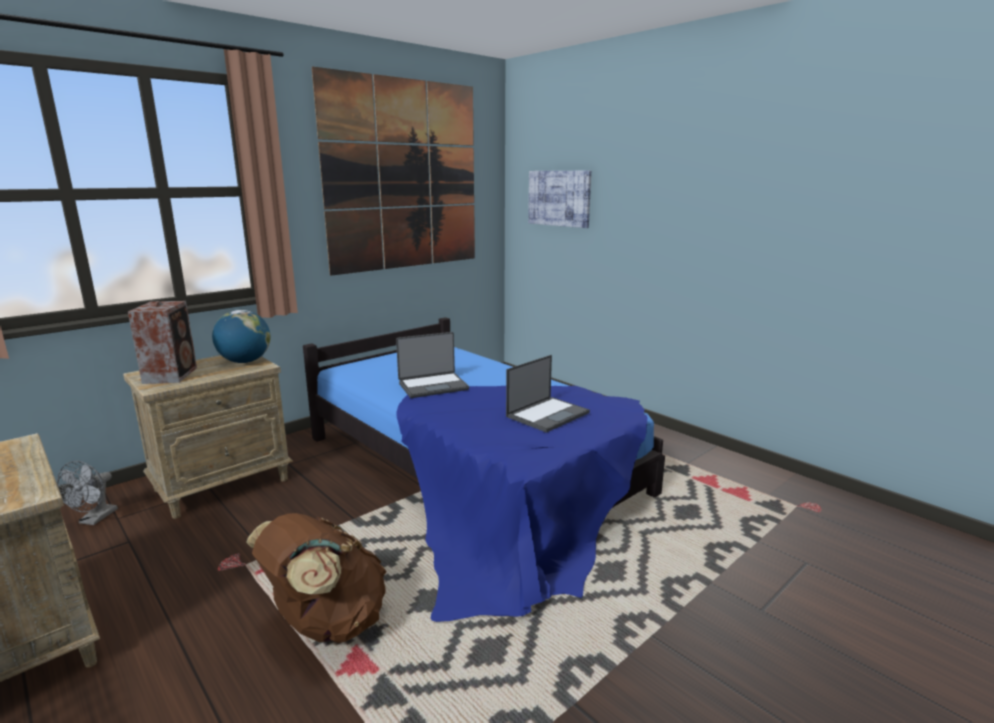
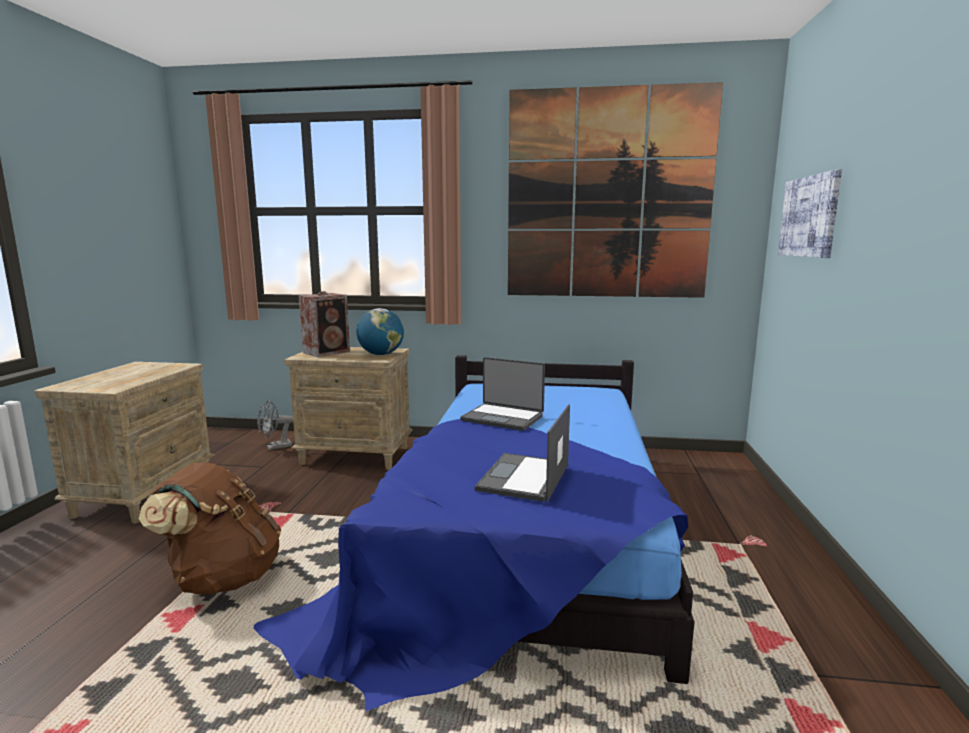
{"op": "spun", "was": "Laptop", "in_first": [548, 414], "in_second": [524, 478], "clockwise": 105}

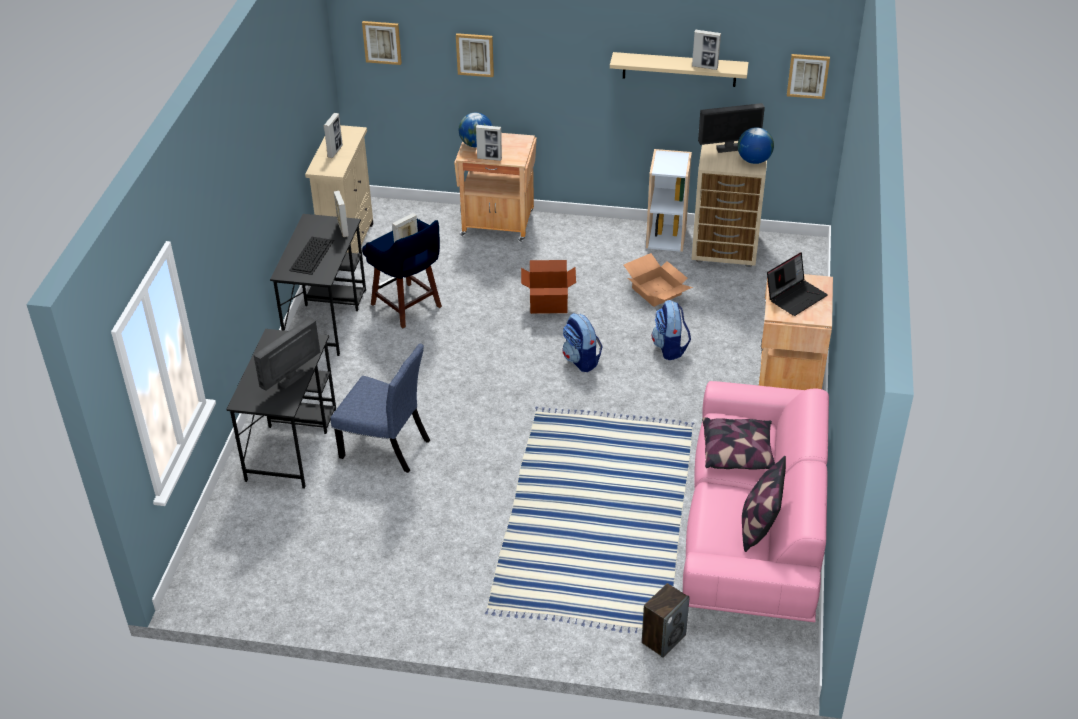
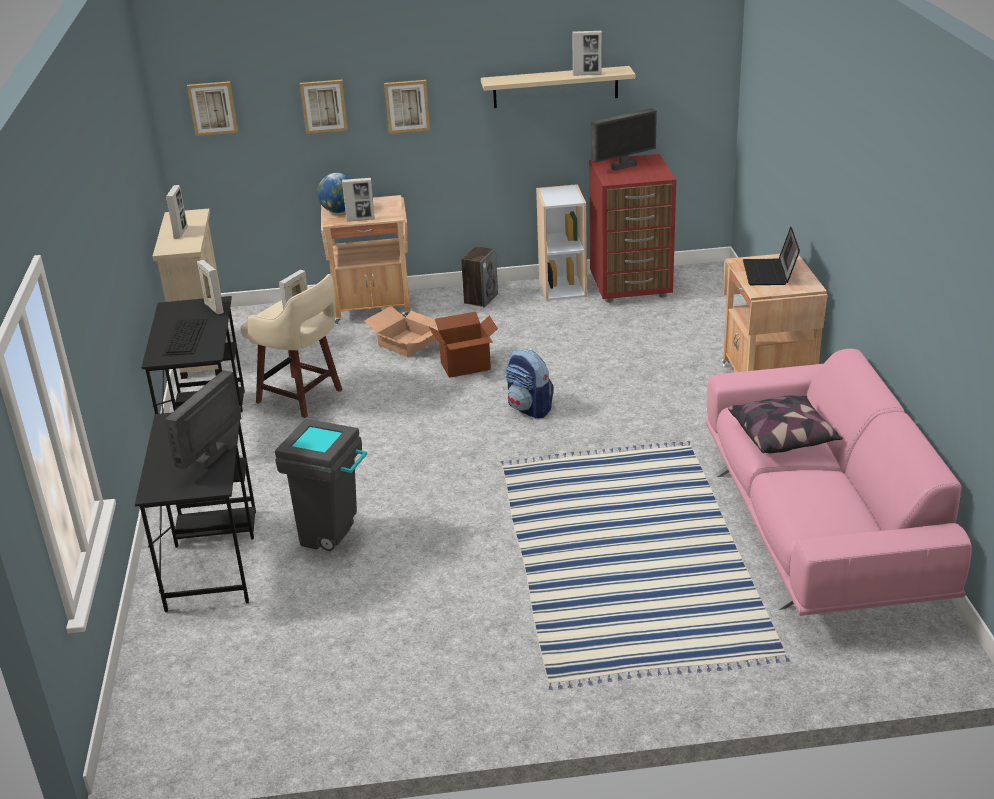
{"op": "relocated", "was": "Bild", "in_first": [808, 75], "in_second": [407, 106]}
{"op": "missing", "was": "Globus", "in_first": [754, 160]}
{"op": "colour", "was": "Kommode [beige]", "now": "Kommode [rot]", "in_first": [725, 250], "in_second": [630, 288]}
{"op": "colour", "was": "Hocker [blau]", "now": "Hocker [beige]", "in_first": [408, 307], "in_second": [302, 397]}
{"op": "spun", "was": "Laptop", "in_first": [795, 296], "in_second": [770, 273], "clockwise": 150}
{"op": "relocated", "was": "Karton", "in_first": [657, 291], "in_second": [408, 343]}
{"op": "missing", "was": "Rucksack", "in_first": [670, 348]}
{"op": "exchanged", "was": "Stuhl [blau]", "now": "Mülleimer [grau]", "in_first": [384, 446], "in_second": [334, 537]}
{"op": "missing", "was": "Kissen", "in_first": [759, 526]}
{"op": "relocated", "was": "Lautsprecher", "in_first": [663, 638], "in_second": [481, 298]}

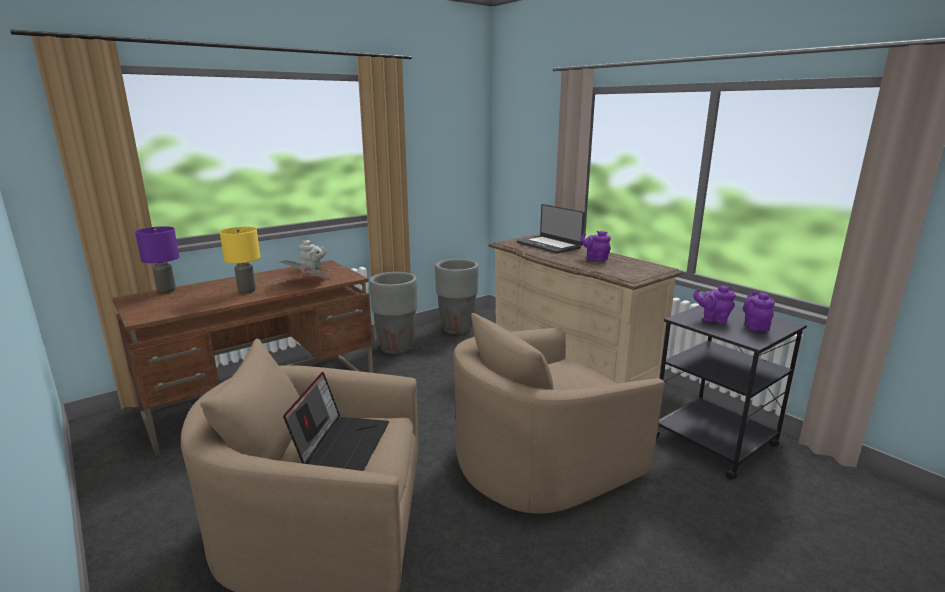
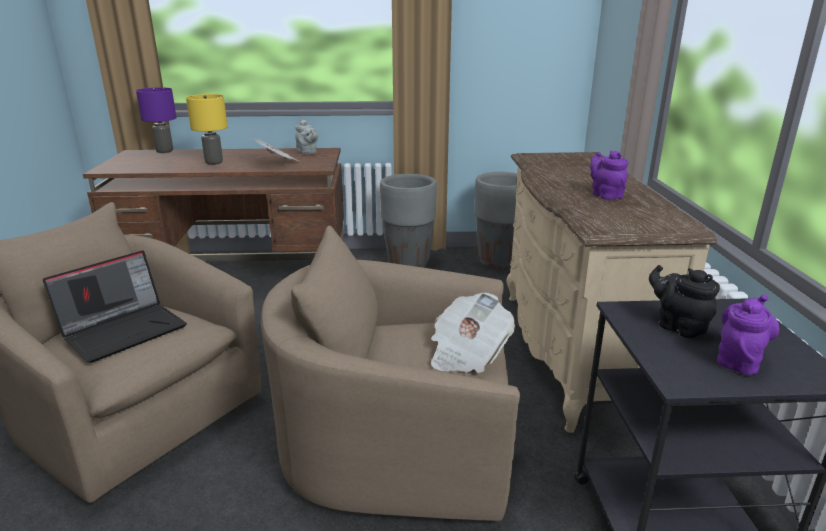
{"op": "missing", "was": "Laptop", "in_first": [549, 245]}
{"op": "colour", "was": "Teekanne [lila]", "now": "Teekanne [schwarz]", "in_first": [713, 319], "in_second": [678, 326]}
{"op": "appeared", "now": "Zeitung", "in_second": [467, 353]}

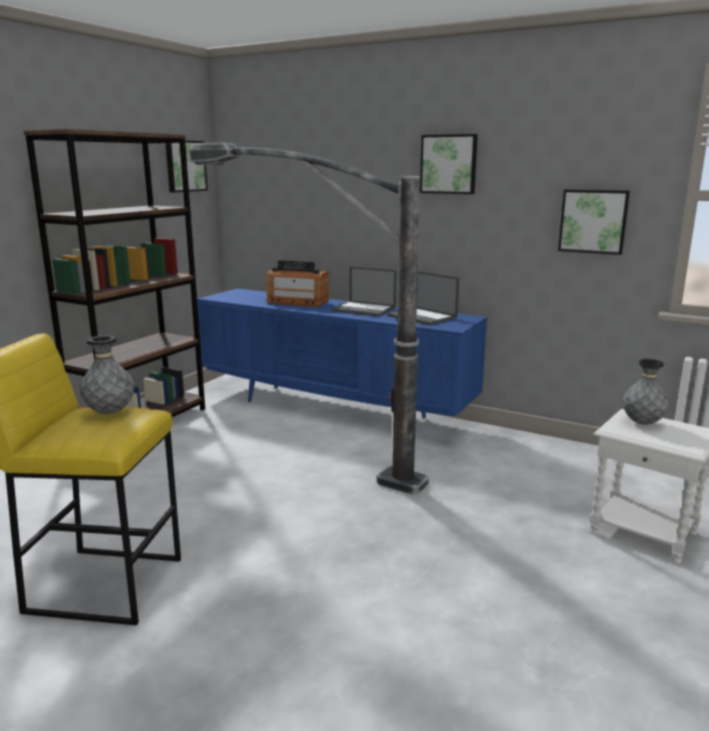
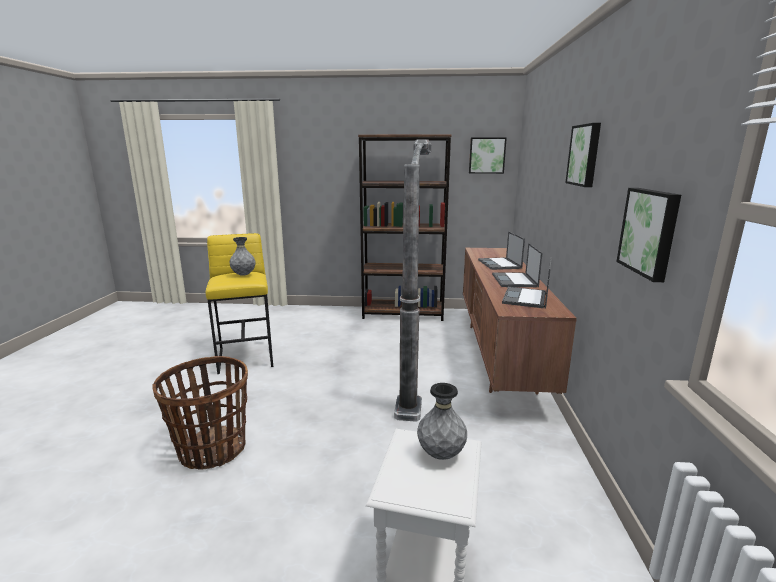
{"op": "exchanged", "was": "Radio", "now": "Laptop", "in_first": [297, 302], "in_second": [499, 264]}
{"op": "colour", "was": "Schrank [blau]", "now": "Schrank [braun]", "in_first": [335, 409], "in_second": [500, 356]}
{"op": "appeared", "now": "Korb", "in_second": [212, 450]}

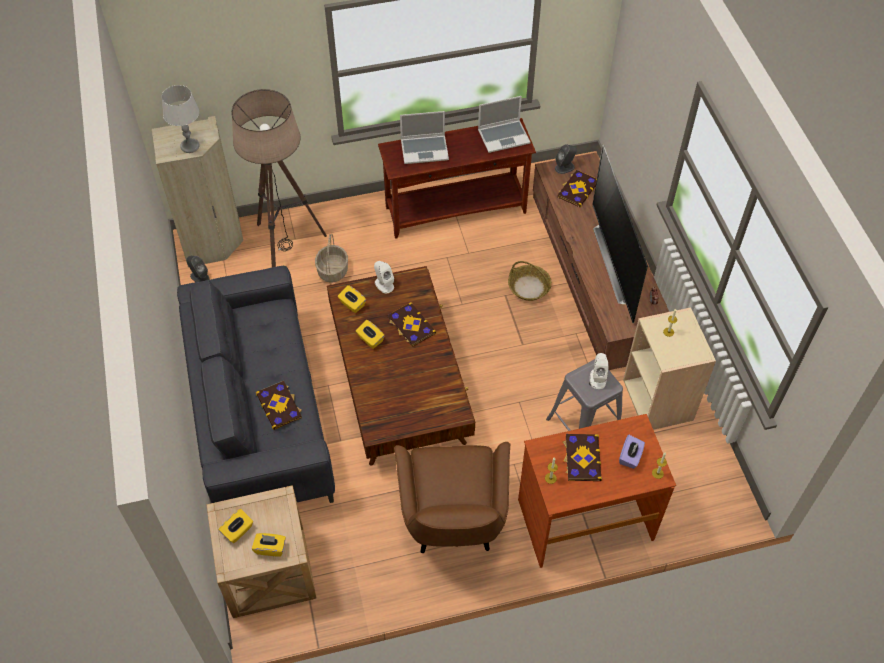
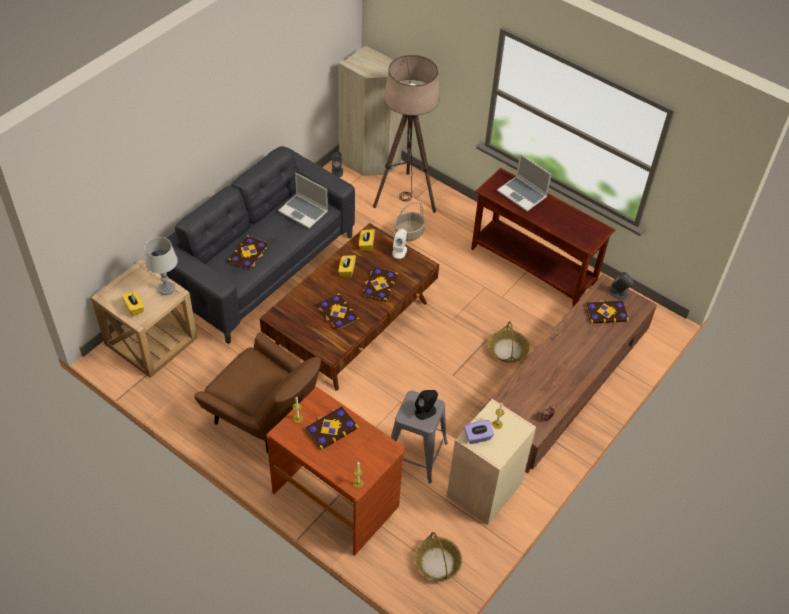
{"op": "relocated", "was": "Tischlampe [grau]", "in_first": [190, 146], "in_second": [166, 289]}
{"op": "relocated", "was": "Laptop", "in_first": [504, 136], "in_second": [304, 212]}
{"op": "missing", "was": "Fernseher", "in_first": [617, 263]}
{"op": "colour", "was": "Lautsprecher [weiß]", "now": "Lautsprecher [schwarz]", "in_first": [598, 378], "in_second": [425, 411]}
{"op": "relocated", "was": "Taschentuchbox [lila]", "in_first": [630, 457], "in_second": [478, 437]}
{"op": "spun", "was": "Sessel [braun]", "in_first": [453, 523], "in_second": [266, 420], "clockwise": -105}
{"op": "missing", "was": "Taschentuchbox [gelb]", "in_first": [238, 531]}
{"op": "appeared", "now": "Buch", "in_second": [337, 313]}
{"op": "appeared", "now": "Korb", "in_second": [437, 563]}

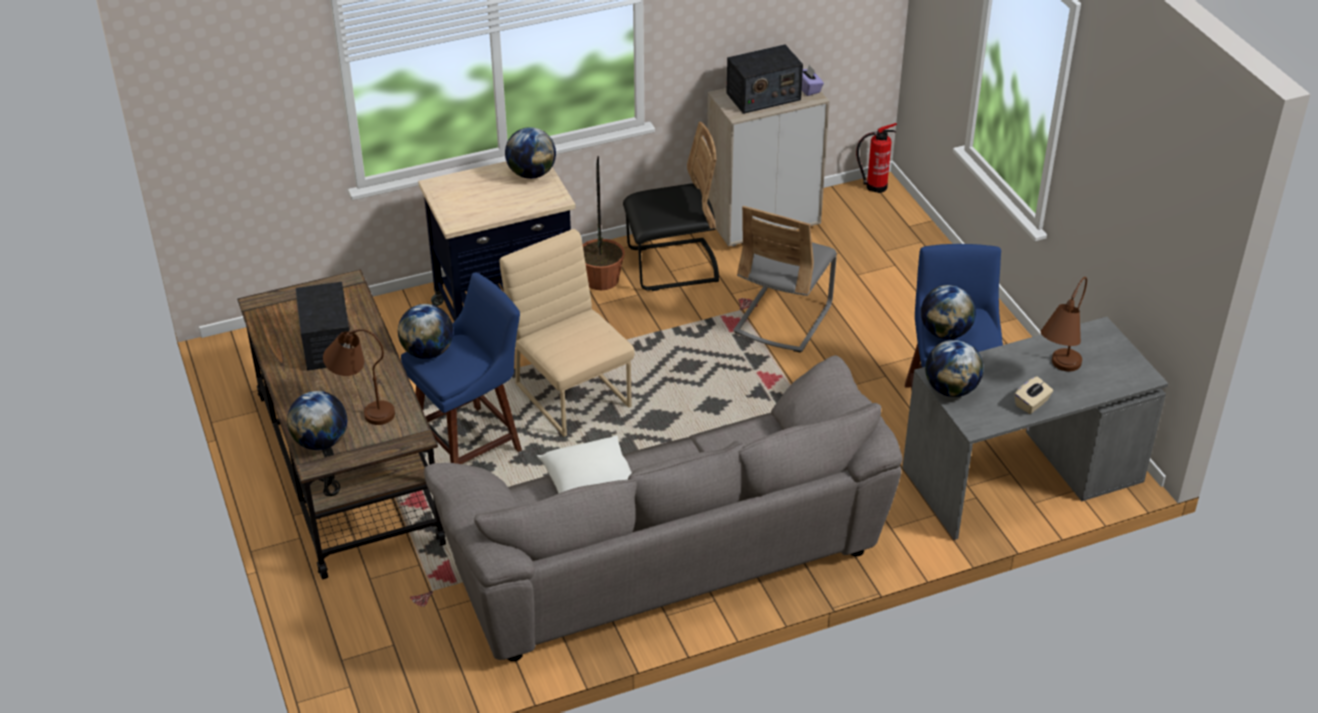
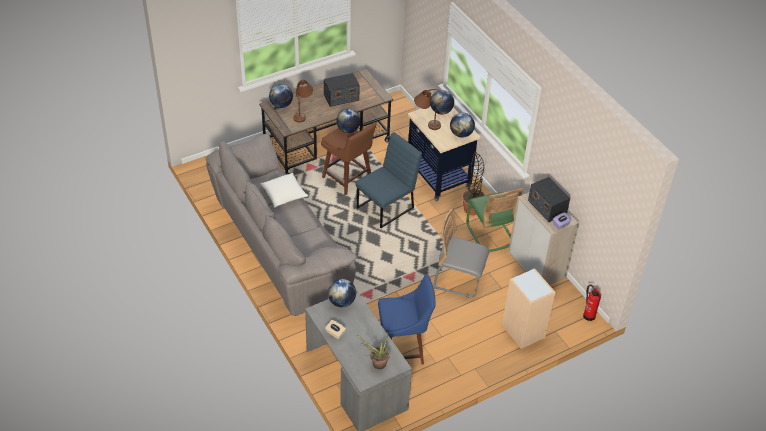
{"op": "colour", "was": "Stuhl [schwarz]", "now": "Stuhl [grün]", "in_first": [672, 266], "in_second": [490, 234]}
{"op": "colour", "was": "Stuhl [beige]", "now": "Stuhl [blau]", "in_first": [571, 392], "in_second": [386, 207]}
{"op": "colour", "was": "Hocker [blau]", "now": "Hocker [braun]", "in_first": [472, 442], "in_second": [348, 179]}
{"op": "relocated", "was": "Tischlampe [braun]", "in_first": [1057, 372], "in_second": [426, 122]}
{"op": "relocated", "was": "Globus", "in_first": [945, 332], "in_second": [441, 111]}
{"op": "appeared", "now": "Bücherregal", "in_second": [523, 331]}
{"op": "appeared", "now": "Topfpflanze", "in_second": [376, 364]}

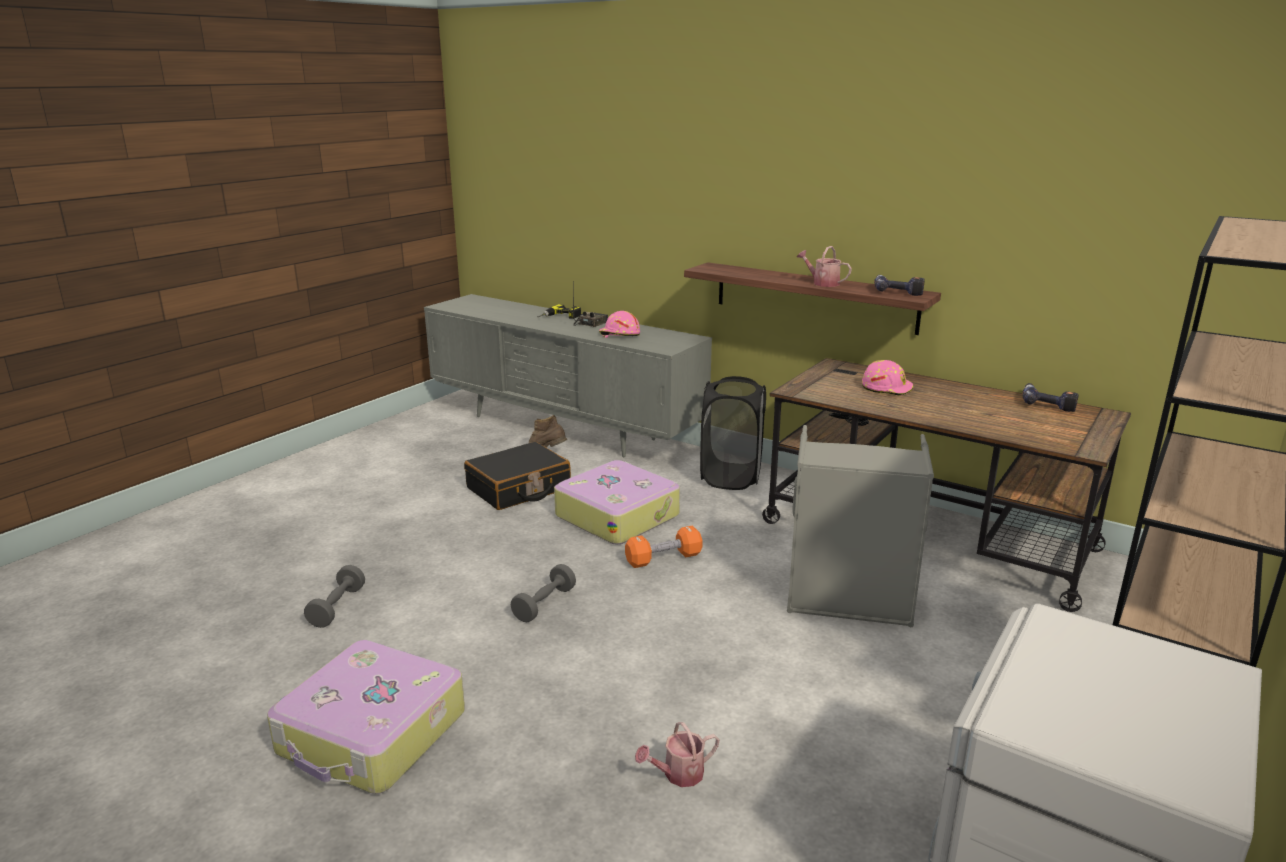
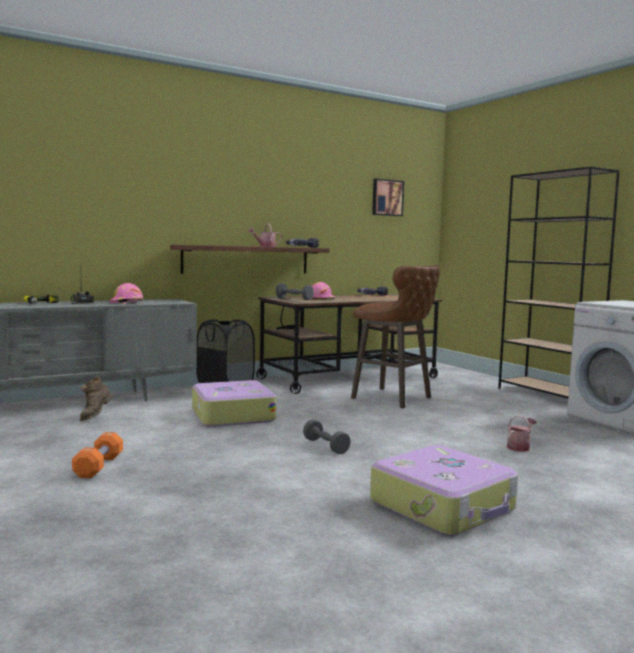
{"op": "exchanged", "was": "Wäschekorb [grau]", "now": "Hocker [braun]", "in_first": [848, 602], "in_second": [394, 398]}
{"op": "missing", "was": "Koffer [schwarz]", "in_first": [519, 489]}
{"op": "relocated", "was": "Hantel [orange]", "in_first": [663, 558], "in_second": [99, 466]}
{"op": "relocated", "was": "Hantel [grau]", "in_first": [337, 607], "in_second": [294, 298]}
{"op": "spun", "was": "Gießkanne", "in_first": [678, 774], "in_second": [520, 447], "clockwise": -135}
{"op": "appeared", "now": "Bild", "in_second": [387, 197]}

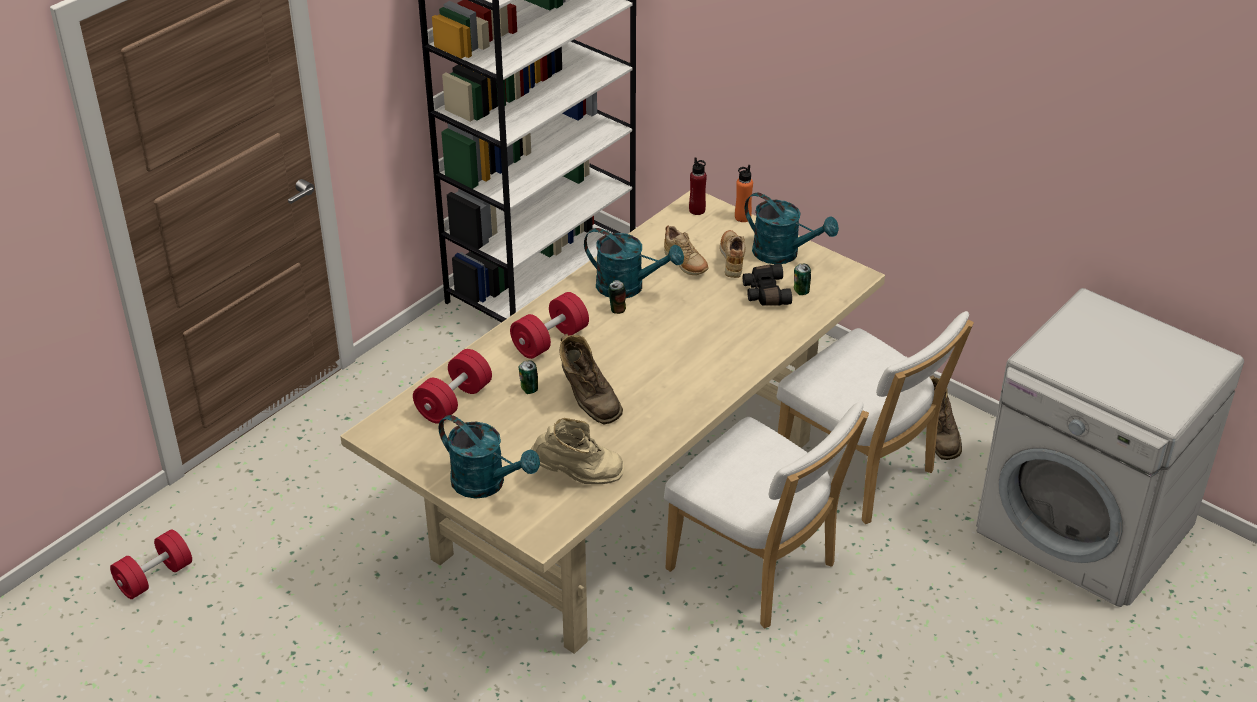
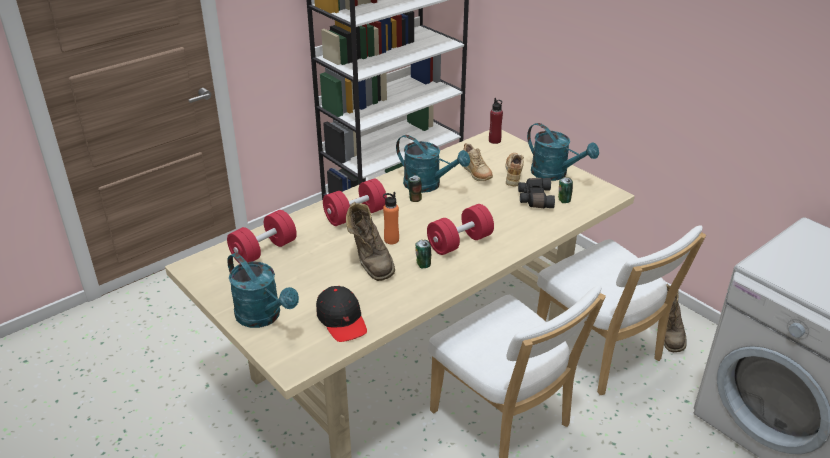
{"op": "relocated", "was": "Flasche [orange]", "in_first": [742, 217], "in_second": [391, 240]}
{"op": "relocated", "was": "Dose", "in_first": [529, 389], "in_second": [423, 265]}
{"op": "exchanged", "was": "Stiefel [beige]", "now": "Kappe [schwarz]", "in_first": [578, 477], "in_second": [342, 320]}
{"op": "relocated", "was": "Hantel [rot]", "in_first": [155, 577], "in_second": [460, 242]}

